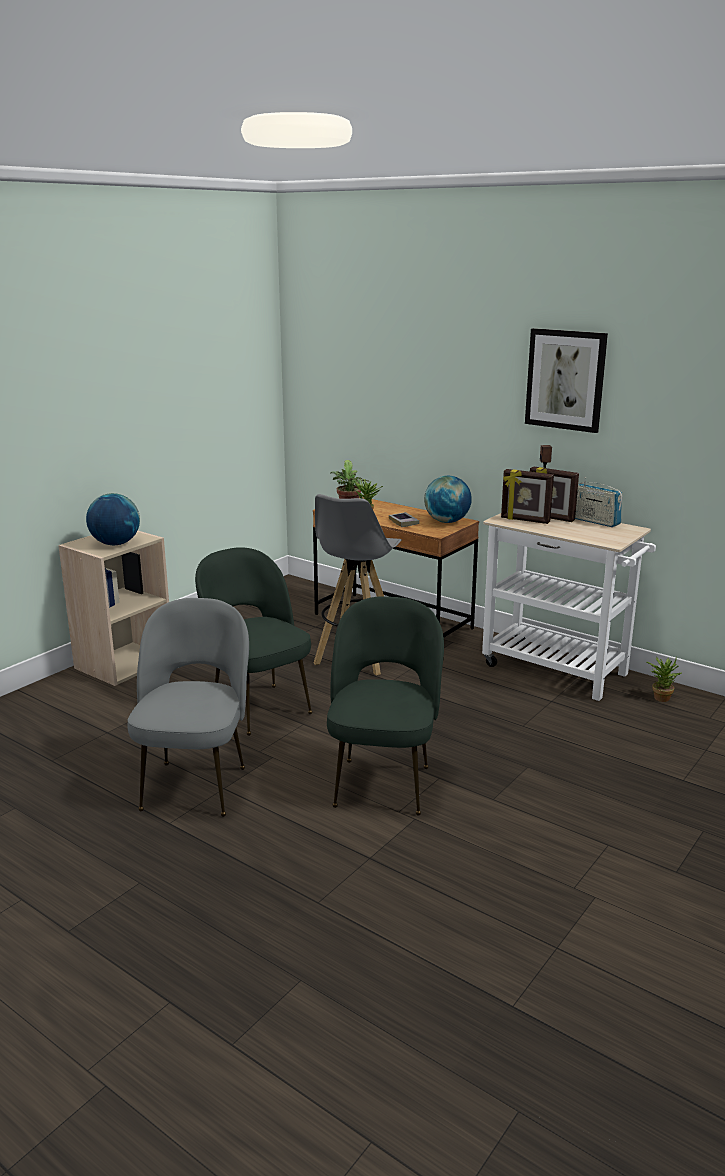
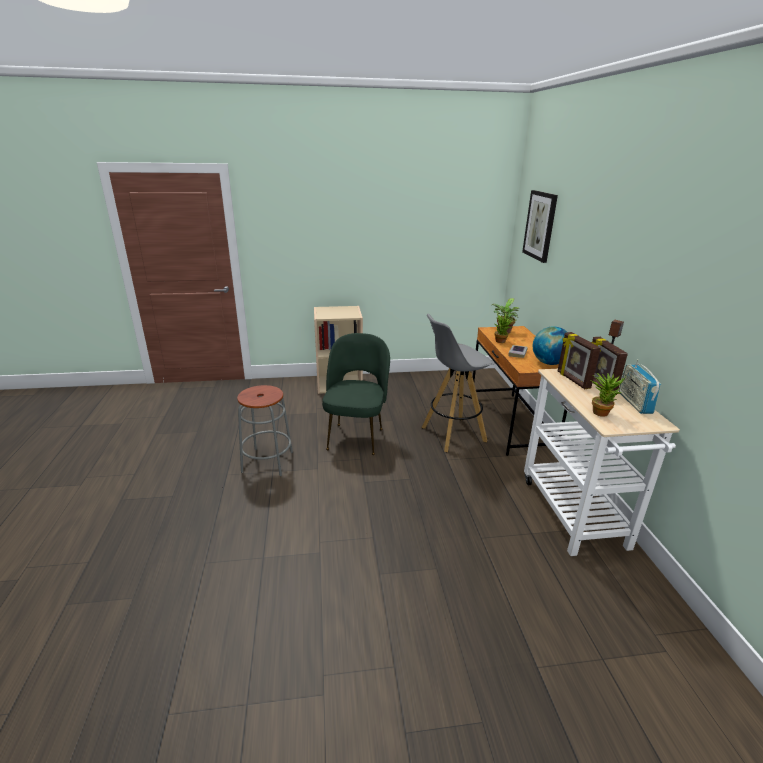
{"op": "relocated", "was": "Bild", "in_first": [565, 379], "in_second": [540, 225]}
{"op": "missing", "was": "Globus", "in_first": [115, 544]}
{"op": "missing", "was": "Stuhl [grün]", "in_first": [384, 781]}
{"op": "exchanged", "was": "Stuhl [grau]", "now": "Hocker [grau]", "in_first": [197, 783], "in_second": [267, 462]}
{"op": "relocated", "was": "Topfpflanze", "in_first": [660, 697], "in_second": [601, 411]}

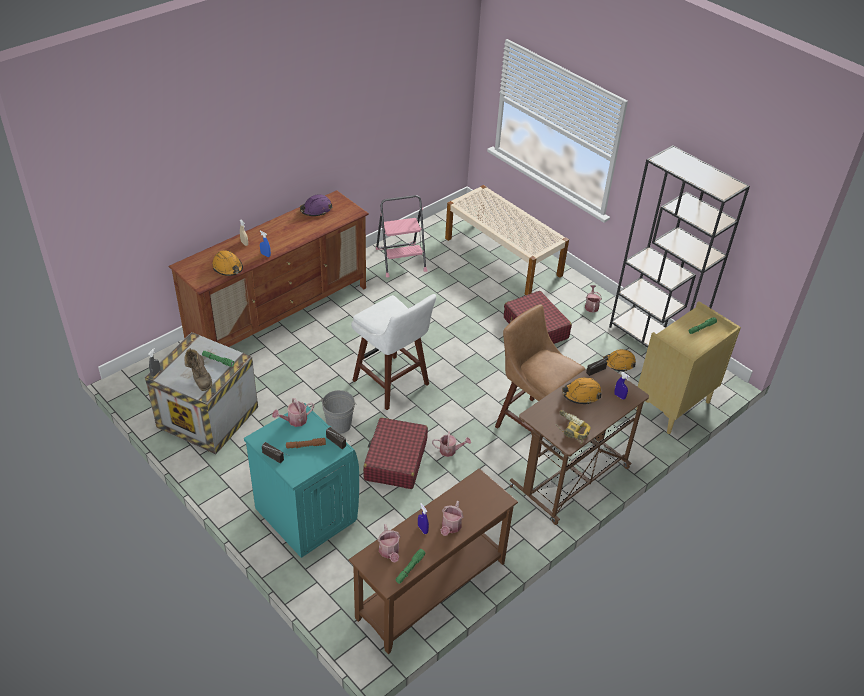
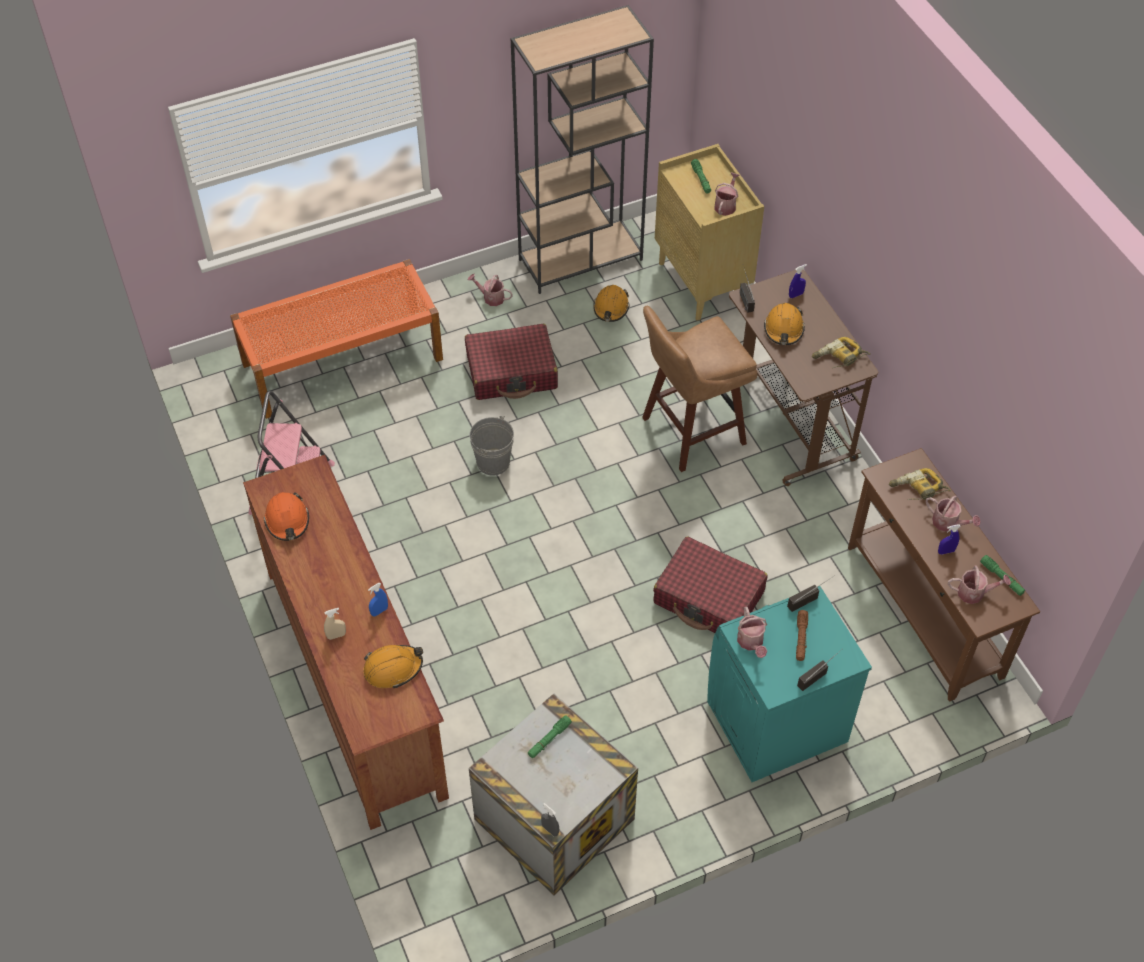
{"op": "colour", "was": "Bank [beige]", "now": "Bank [orange]", "in_first": [503, 256], "in_second": [342, 360]}
{"op": "colour", "was": "Schutzhelm [lila]", "now": "Schutzhelm [orange]", "in_first": [316, 210], "in_second": [287, 521]}
{"op": "missing", "was": "Hocker [weiß]", "in_first": [392, 384]}
{"op": "missing", "was": "Stiefel [braun]", "in_first": [200, 378]}
{"op": "relocated", "was": "Eimer [grau]", "in_first": [339, 424], "in_second": [493, 462]}
{"op": "relocated", "was": "Gießkanne", "in_first": [450, 450], "in_second": [726, 205]}
{"op": "appeared", "now": "Bohrmaschine", "in_second": [917, 490]}

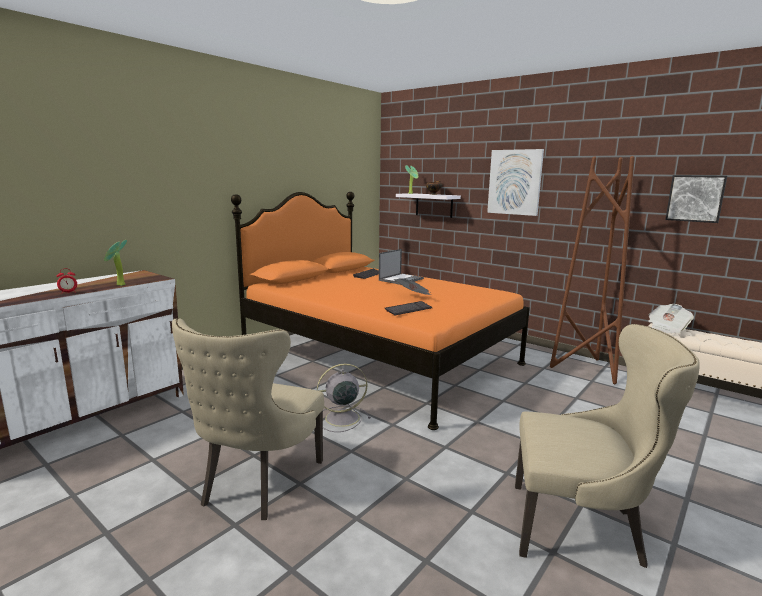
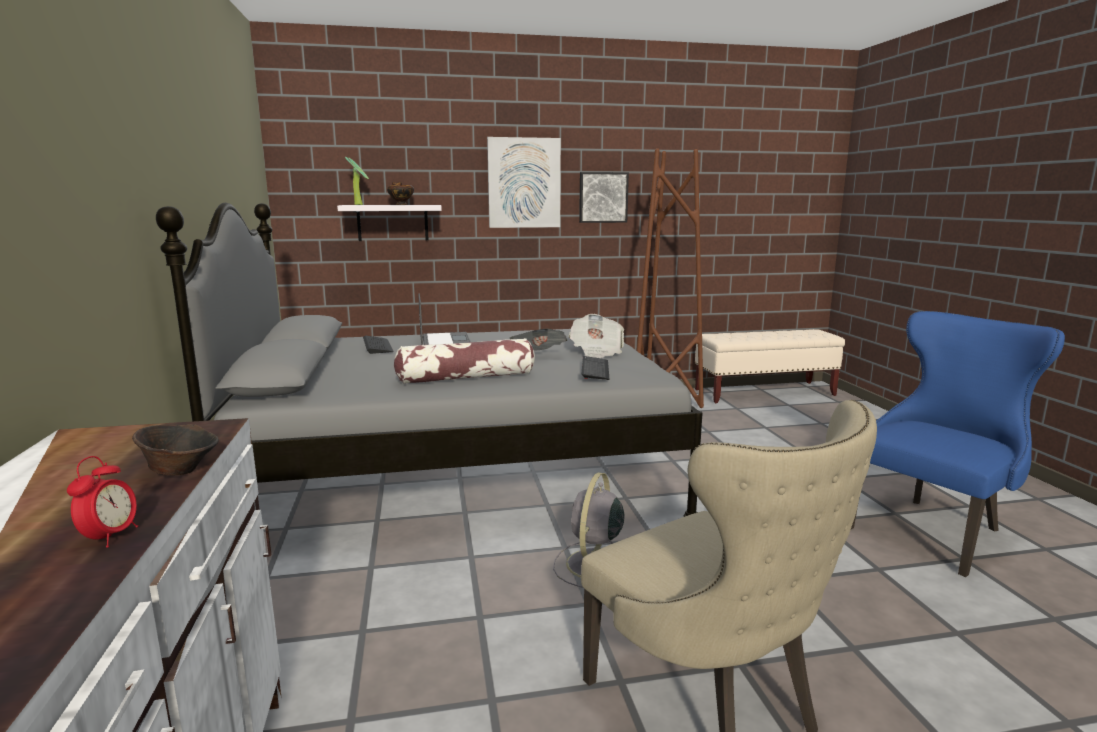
{"op": "relocated", "was": "Bild", "in_first": [695, 198], "in_second": [603, 197]}
{"op": "colour", "was": "Bett [orange]", "now": "Bett [grau]", "in_first": [380, 358], "in_second": [459, 474]}
{"op": "exchanged", "was": "Topfpflanze", "now": "Schüssel [braun]", "in_first": [119, 285], "in_second": [180, 471]}
{"op": "relocated", "was": "Zeitung", "in_first": [666, 329], "in_second": [596, 352]}
{"op": "colour", "was": "Stuhl [beige]", "now": "Stuhl [blau]", "in_first": [580, 528], "in_second": [931, 530]}
{"op": "appeared", "now": "Kissen", "in_second": [466, 378]}

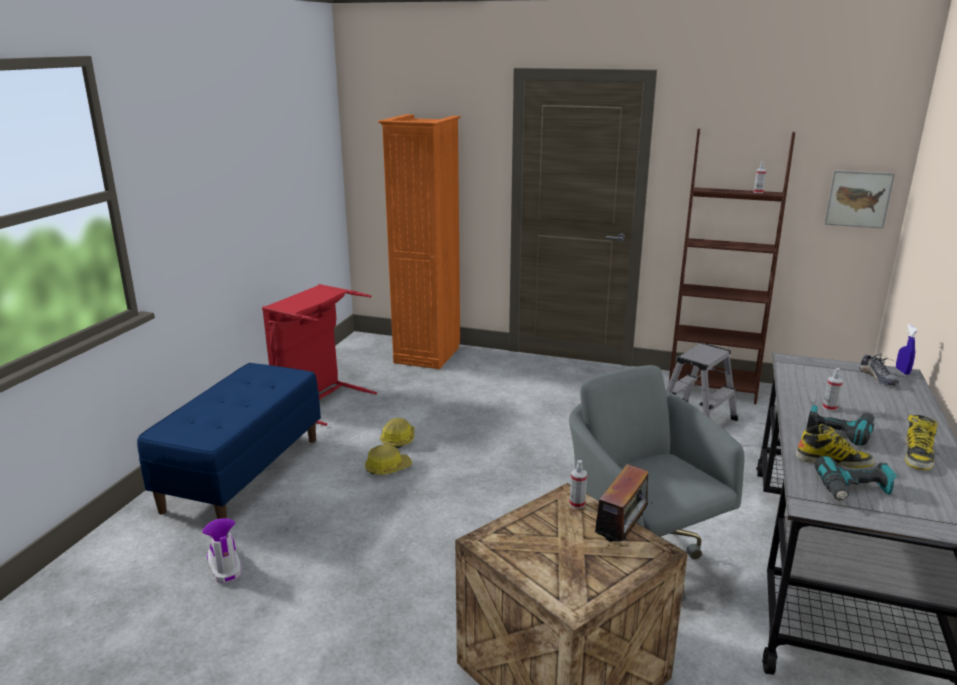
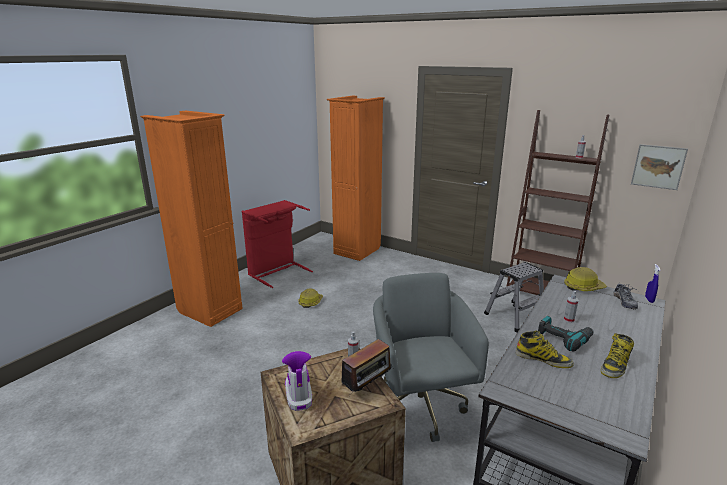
{"op": "exchanged", "was": "Bank [blau]", "now": "Schrank [orange]", "in_first": [243, 473], "in_second": [211, 310]}
{"op": "relocated", "was": "Schutzhelm", "in_first": [387, 468], "in_second": [583, 287]}
{"op": "missing", "was": "Bohrmaschine", "in_first": [854, 490]}
{"op": "relocated", "was": "Stiefel", "in_first": [224, 566], "in_second": [298, 393]}

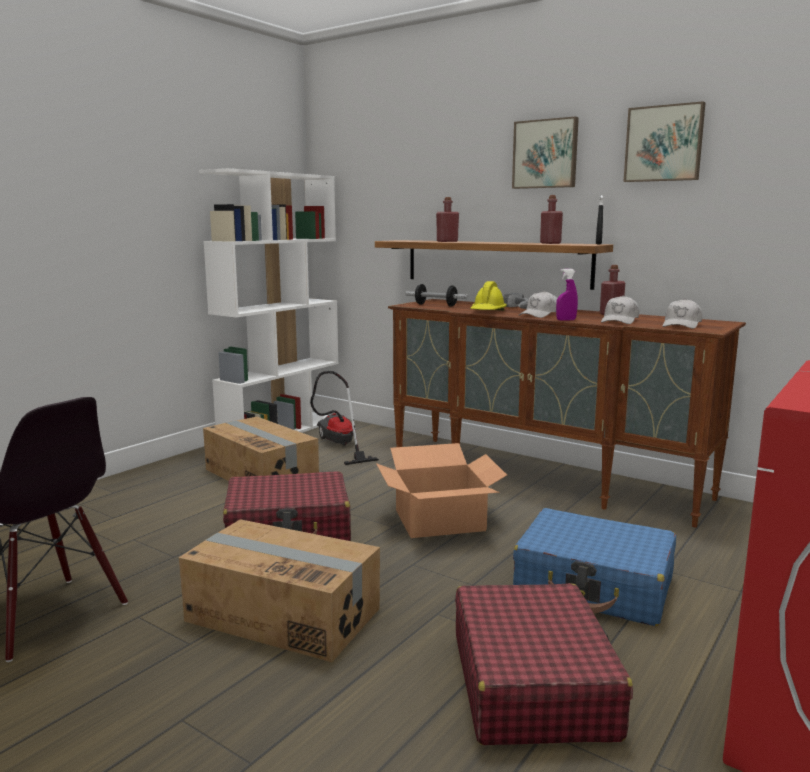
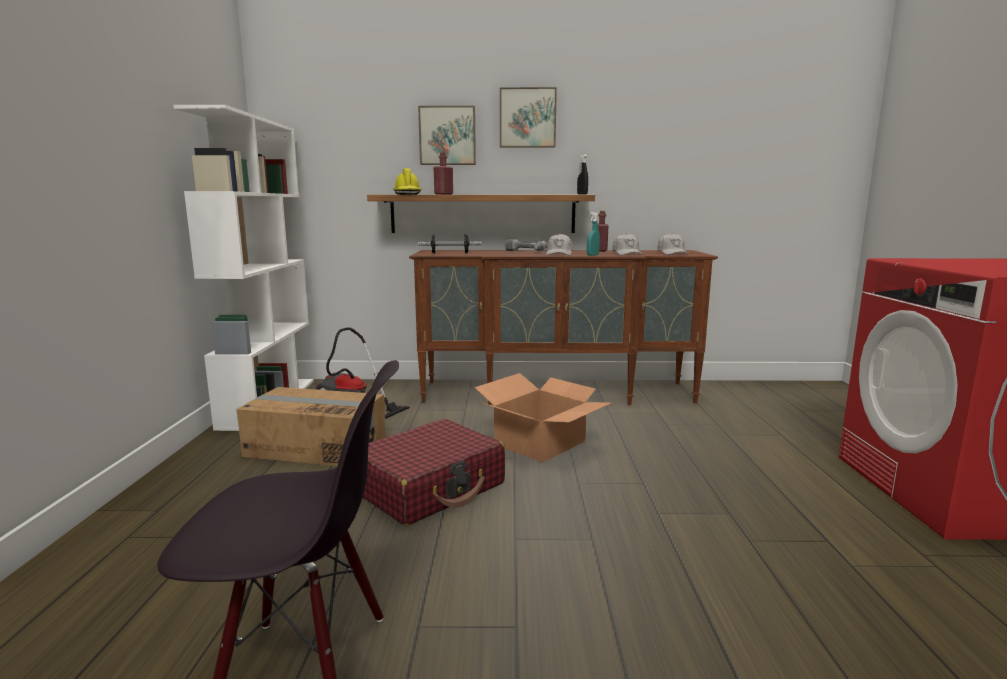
{"op": "relocated", "was": "Bild", "in_first": [664, 143], "in_second": [447, 136]}
{"op": "missing", "was": "Flasche [rot]", "in_first": [550, 243]}
{"op": "colour", "was": "Sprühflasche [lila]", "now": "Sprühflasche [türkis]", "in_first": [566, 320], "in_second": [592, 255]}
{"op": "relocated", "was": "Schutzhelm [gelb]", "in_first": [488, 312], "in_second": [408, 194]}
{"op": "missing", "was": "Koffer [blau]", "in_first": [594, 585]}
{"op": "missing", "was": "Karton", "in_first": [284, 614]}
{"op": "missing", "was": "Koffer [rot]", "in_first": [532, 684]}

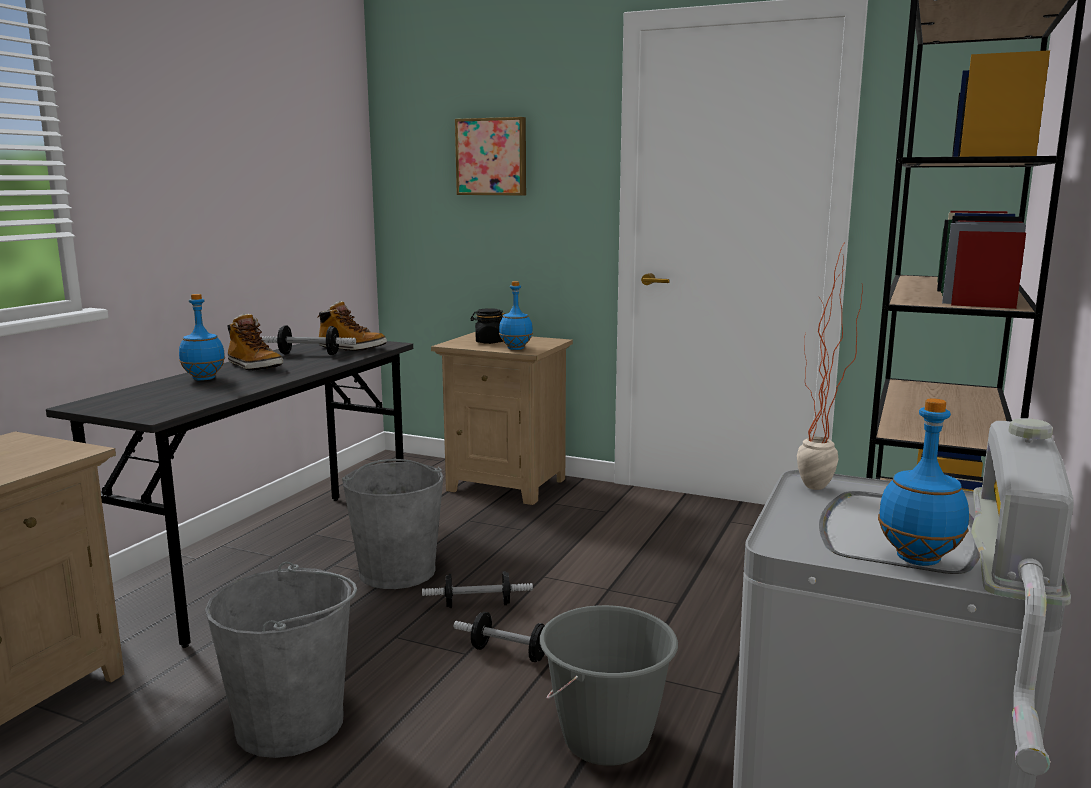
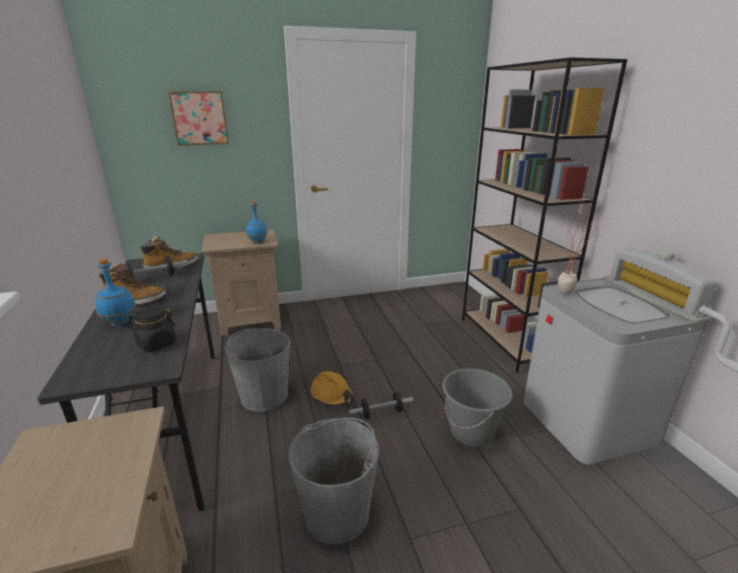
{"op": "relocated", "was": "Vorratsglas [schwarz]", "in_first": [489, 342], "in_second": [156, 344]}
{"op": "missing", "was": "Flasche [blau]", "in_first": [918, 560]}
{"op": "exchanged", "was": "Hantel", "now": "Schutzhelm [orange]", "in_first": [477, 604], "in_second": [332, 395]}

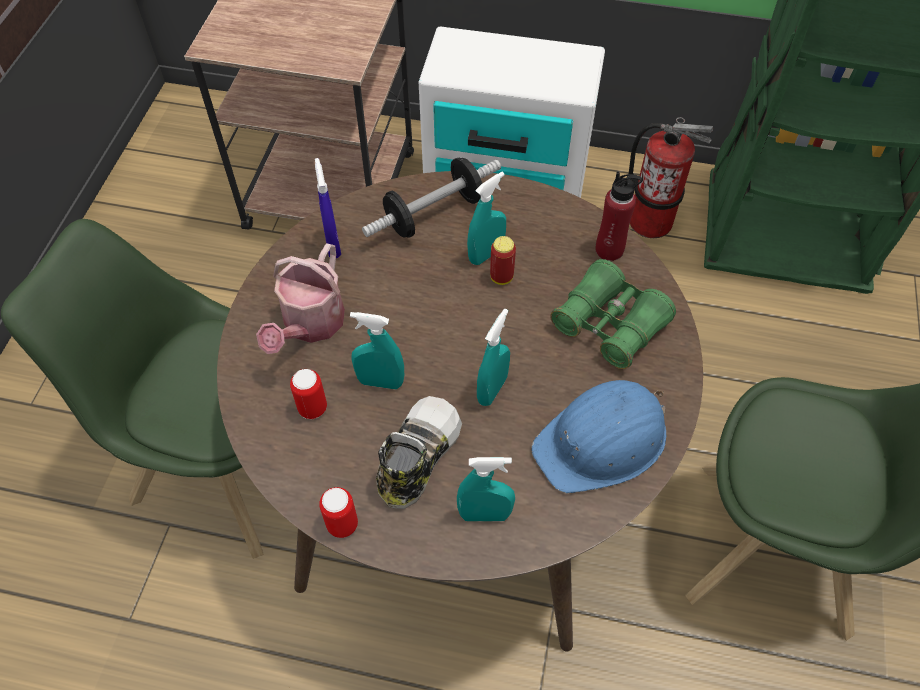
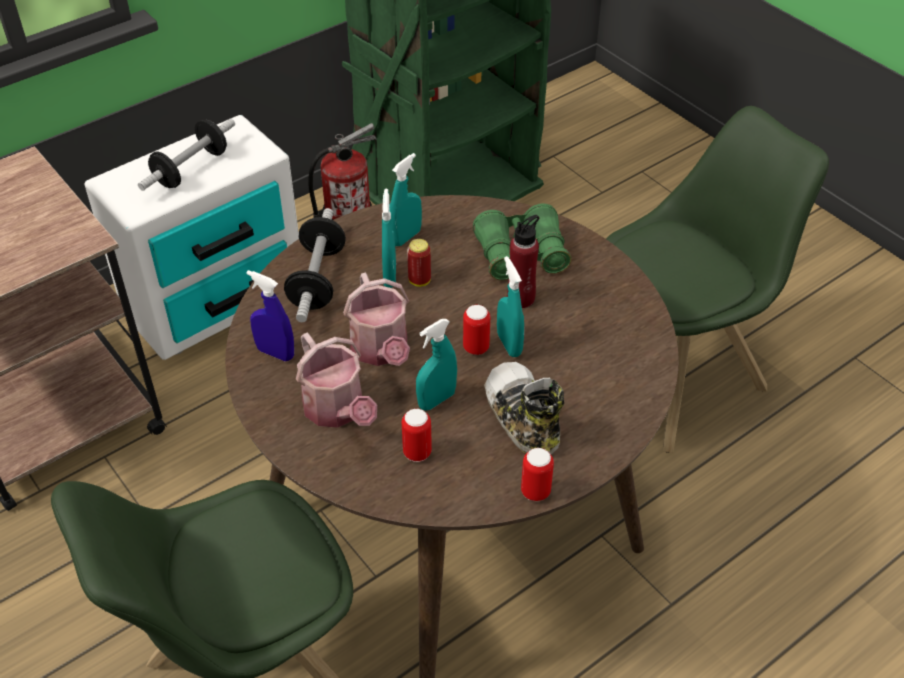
{"op": "relocated", "was": "Flasche [rot]", "in_first": [609, 250], "in_second": [521, 298]}
{"op": "missing", "was": "Schutzhelm [blau]", "in_first": [603, 441]}
{"op": "relocated", "was": "Sprühflasche [türkis]", "in_first": [484, 514], "in_second": [406, 237]}
{"op": "appeared", "now": "Hantel", "in_second": [191, 169]}
{"op": "appeared", "now": "Gießkanne", "in_second": [381, 351]}
{"op": "appeared", "now": "Dose", "in_second": [476, 347]}

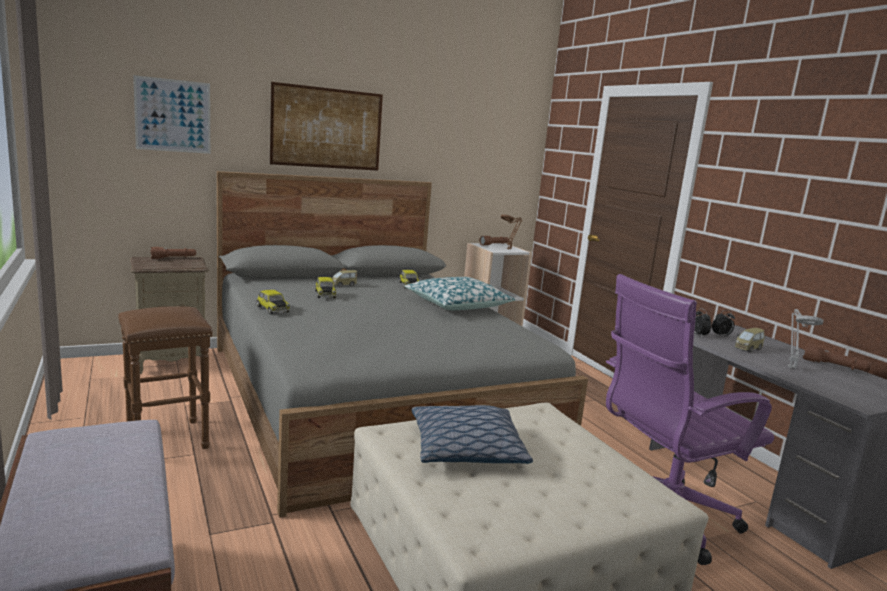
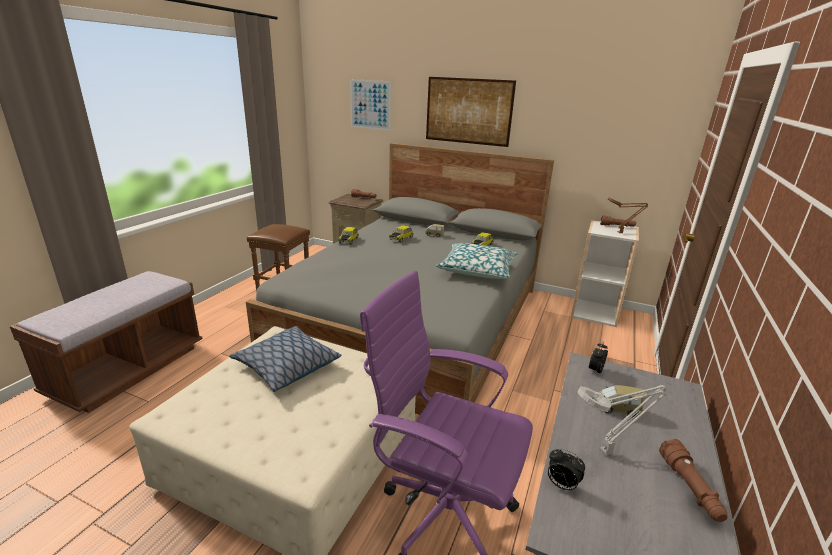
{"op": "relocated", "was": "Wecker", "in_first": [721, 336], "in_second": [561, 485]}

